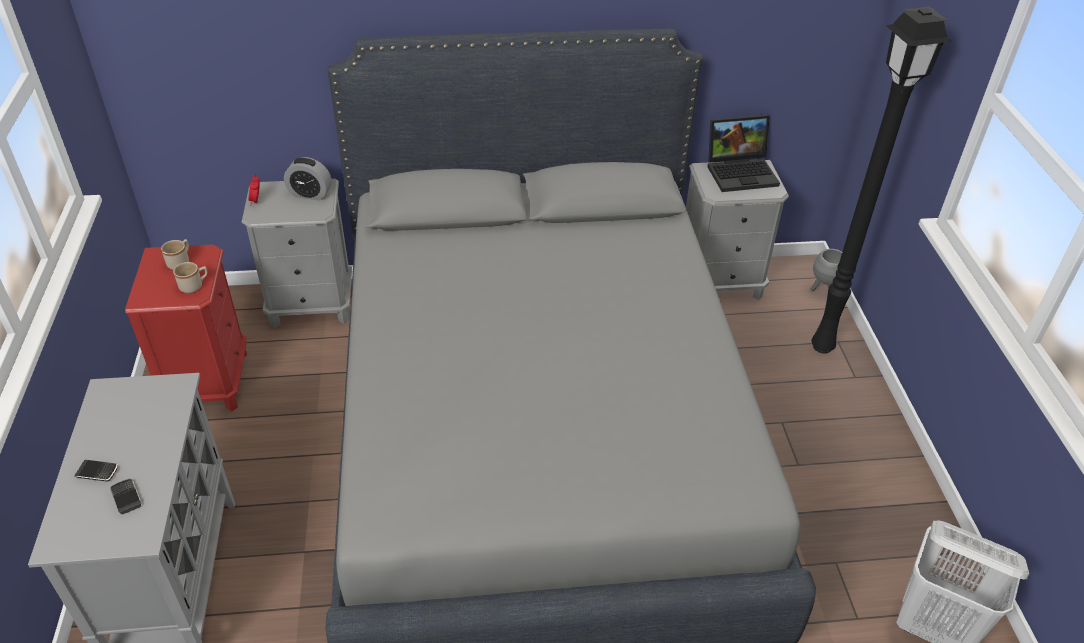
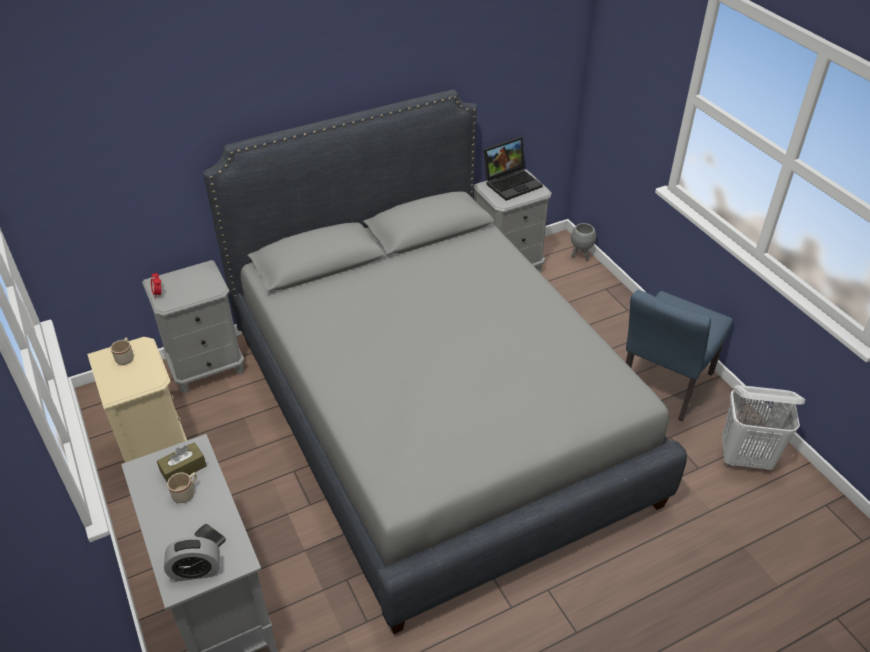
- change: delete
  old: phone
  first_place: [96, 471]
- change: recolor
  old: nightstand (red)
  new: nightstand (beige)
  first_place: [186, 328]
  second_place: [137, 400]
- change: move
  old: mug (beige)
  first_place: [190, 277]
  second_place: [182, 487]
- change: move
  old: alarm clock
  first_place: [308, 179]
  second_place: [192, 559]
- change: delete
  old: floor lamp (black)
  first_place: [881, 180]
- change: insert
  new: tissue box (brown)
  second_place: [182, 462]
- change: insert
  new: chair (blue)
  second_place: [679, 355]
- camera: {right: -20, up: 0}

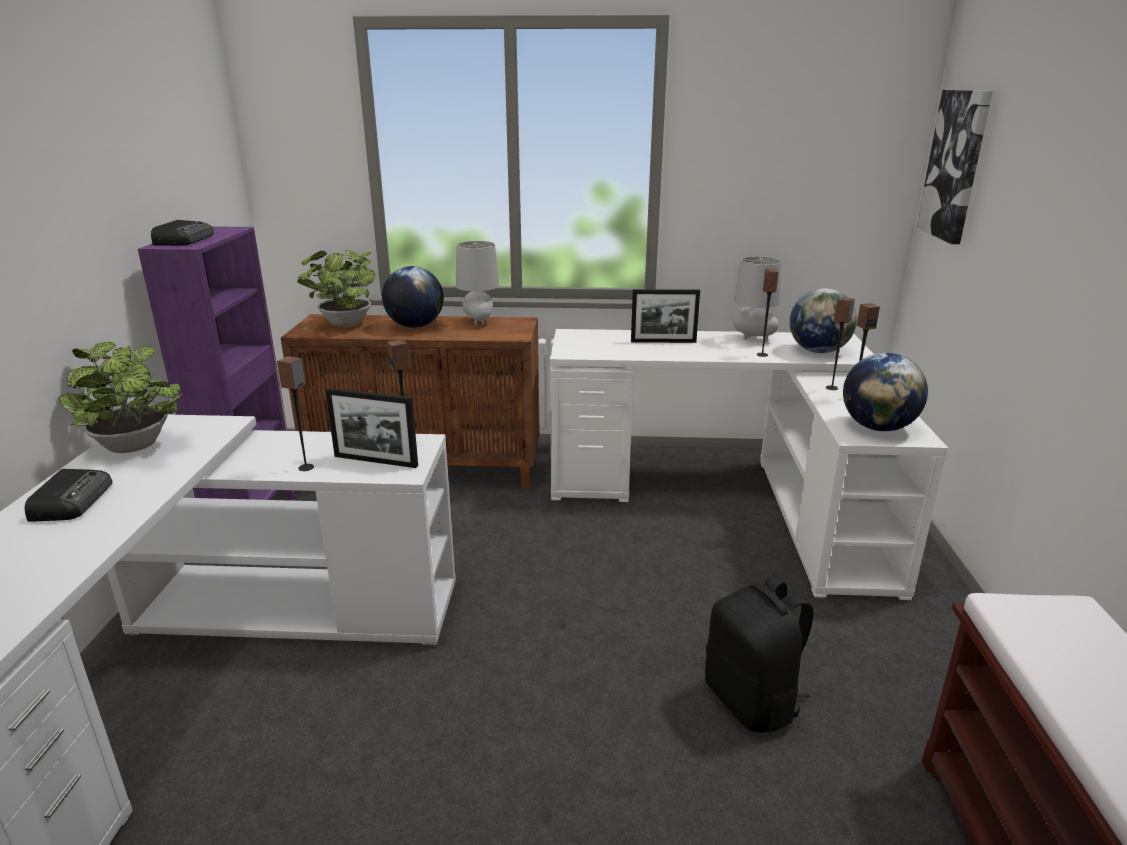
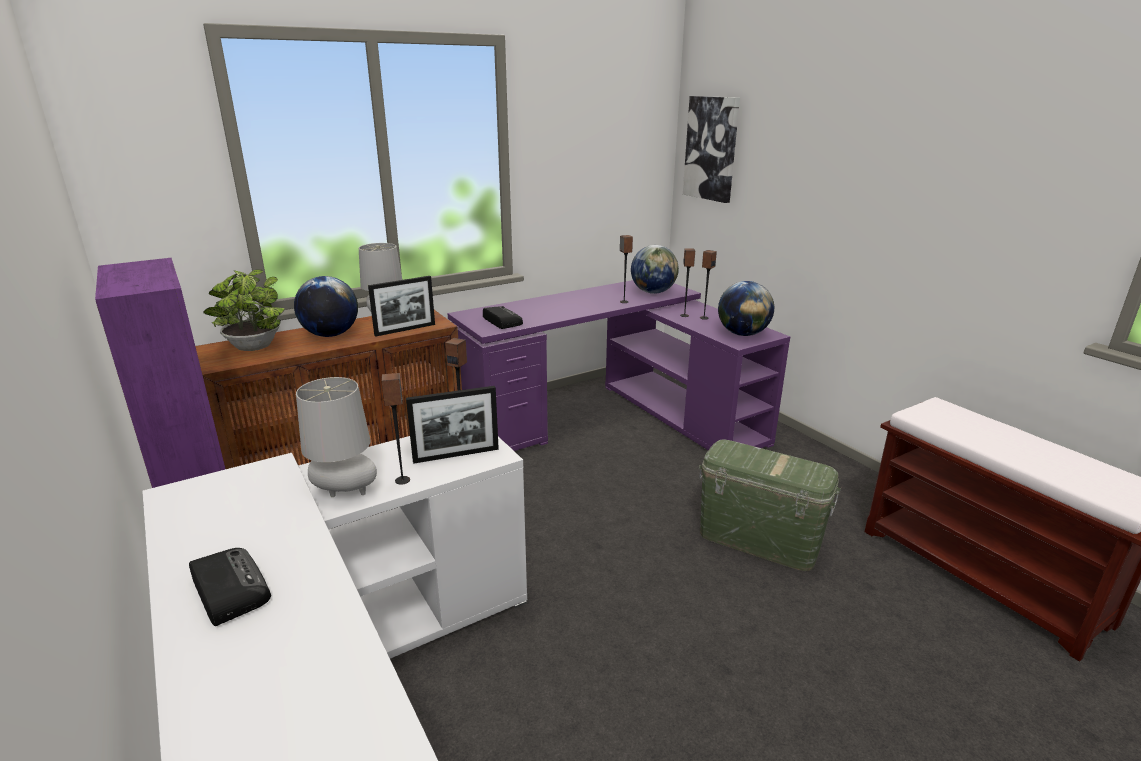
- change: delete
  old: potted plant
  first_place: [121, 397]
- change: move
  old: radio
  first_place: [182, 232]
  second_place: [503, 317]
- change: recolor
  old: desk (white)
  new: desk (purple)
  first_place: [749, 464]
  second_place: [618, 365]
- change: move
  old: picture frame
  first_place: [665, 316]
  second_place: [401, 306]
- change: replace
  old: backpack (black)
  new: storage box (green)
  first_place: [759, 654]
  second_place: [770, 505]
- change: move
  old: table lamp (grey)
  first_place: [757, 299]
  second_place: [336, 437]
- camera: {right: -35, up: 0}

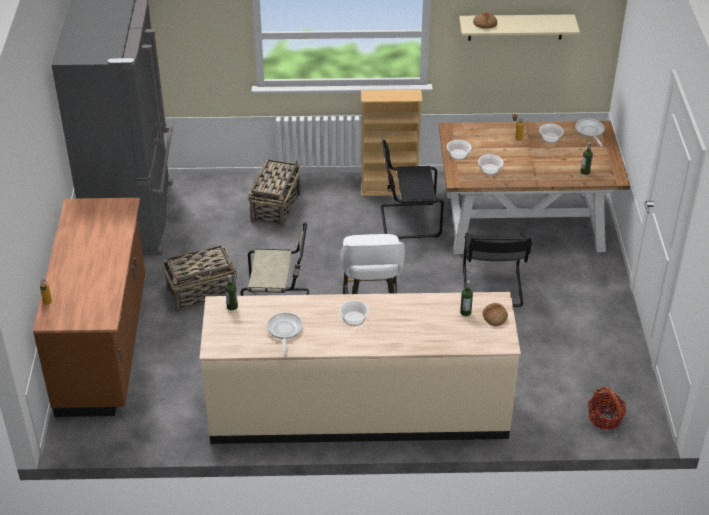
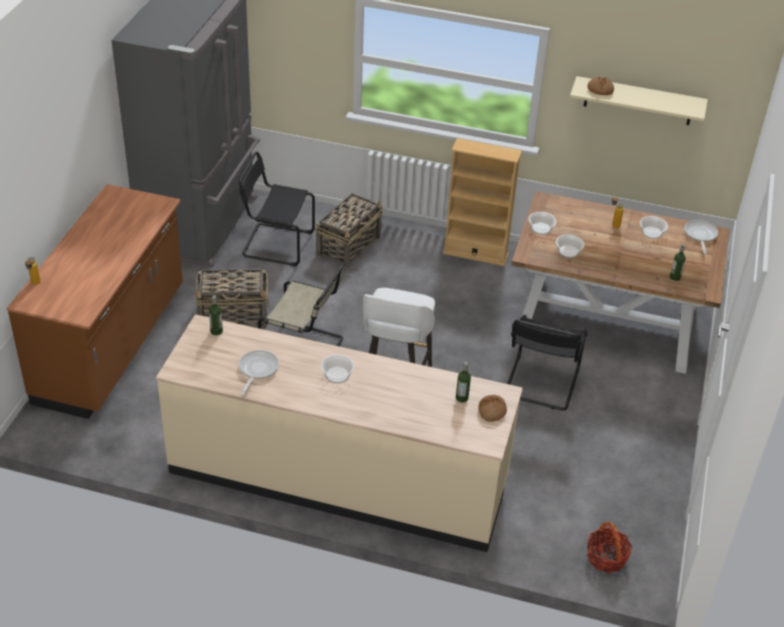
- change: move
  old: chair (black)
  first_place: [412, 189]
  second_place: [277, 209]
- camera: {right: 15, up: 0}

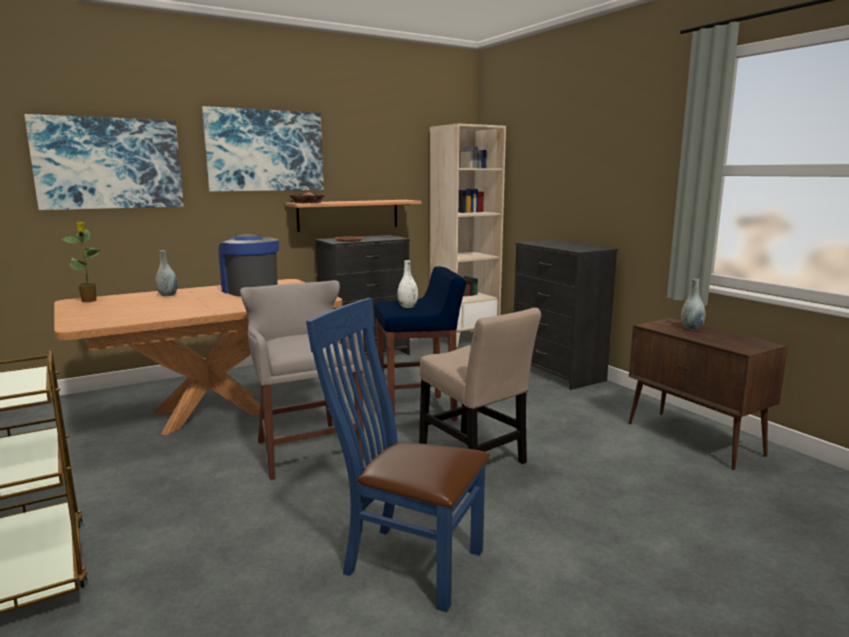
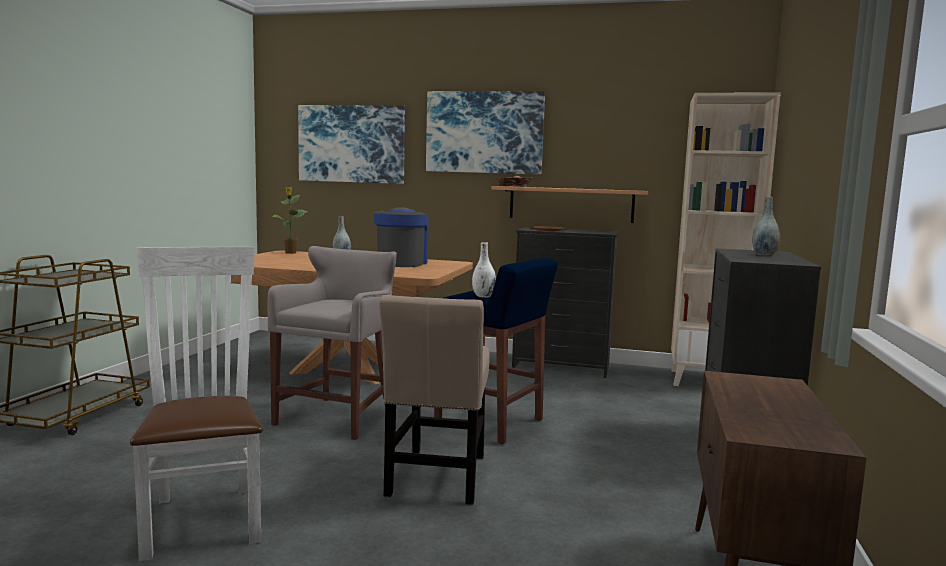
- change: recolor
  old: chair (blue)
  new: chair (white)
  first_place: [398, 455]
  second_place: [196, 404]
- change: move
  old: vase (grey)
  first_place: [693, 304]
  second_place: [766, 226]
- camera: {right: 45, up: -5}

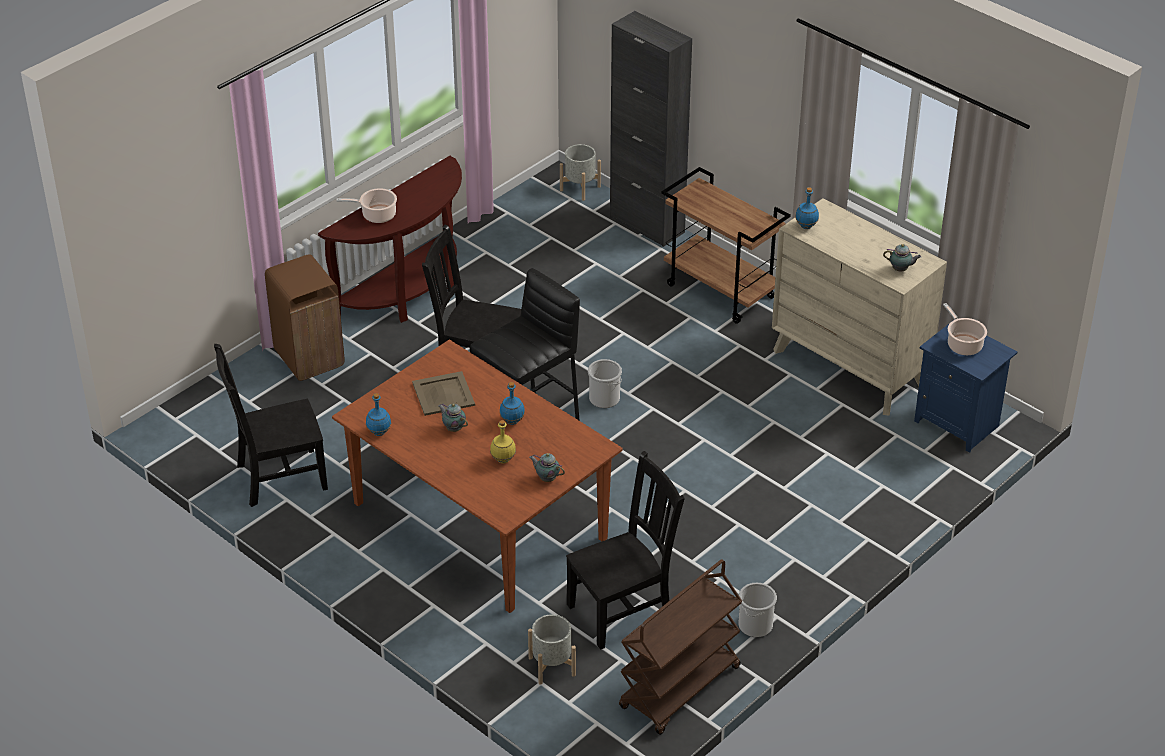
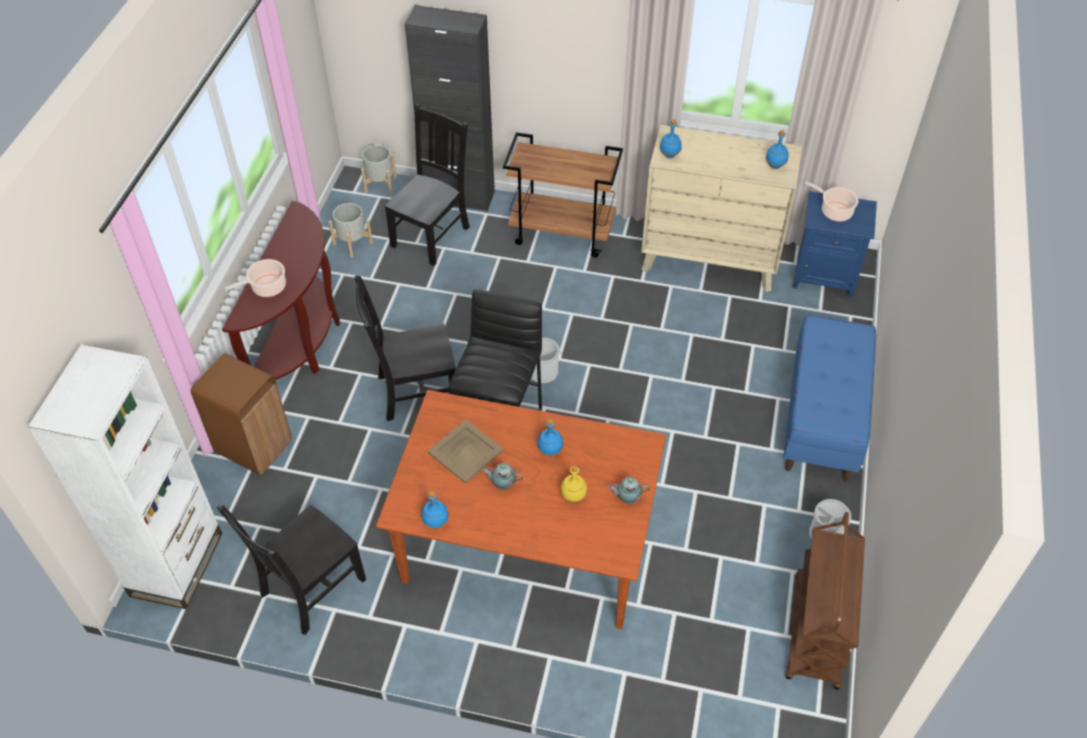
- change: move
  old: planter (grey)
  first_place: [552, 649]
  second_place: [351, 230]
- change: move
  old: chair (black)
  first_place: [625, 550]
  second_place: [427, 185]
- change: replace
  old: teapot
  new: bottle (blue)
  first_place: [902, 257]
  second_place: [777, 149]
- change: insert
  new: bookcase (white)
  second_place: [125, 477]
- change: insert
  new: bench (blue)
  second_place: [829, 398]
- camera: {right: -30, up: 10}

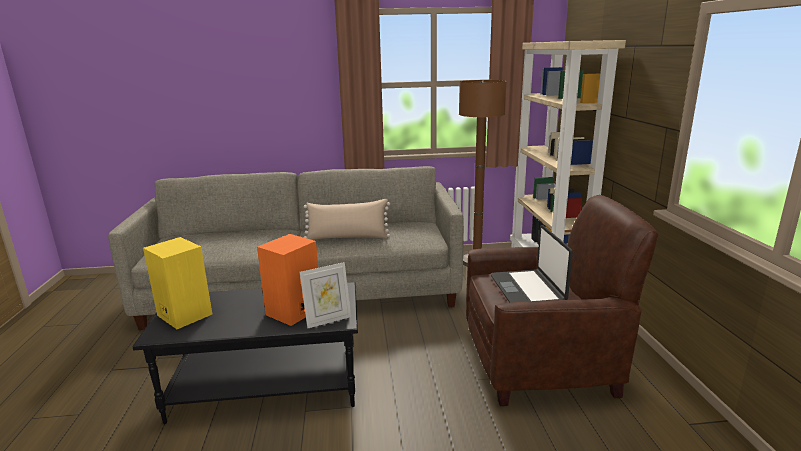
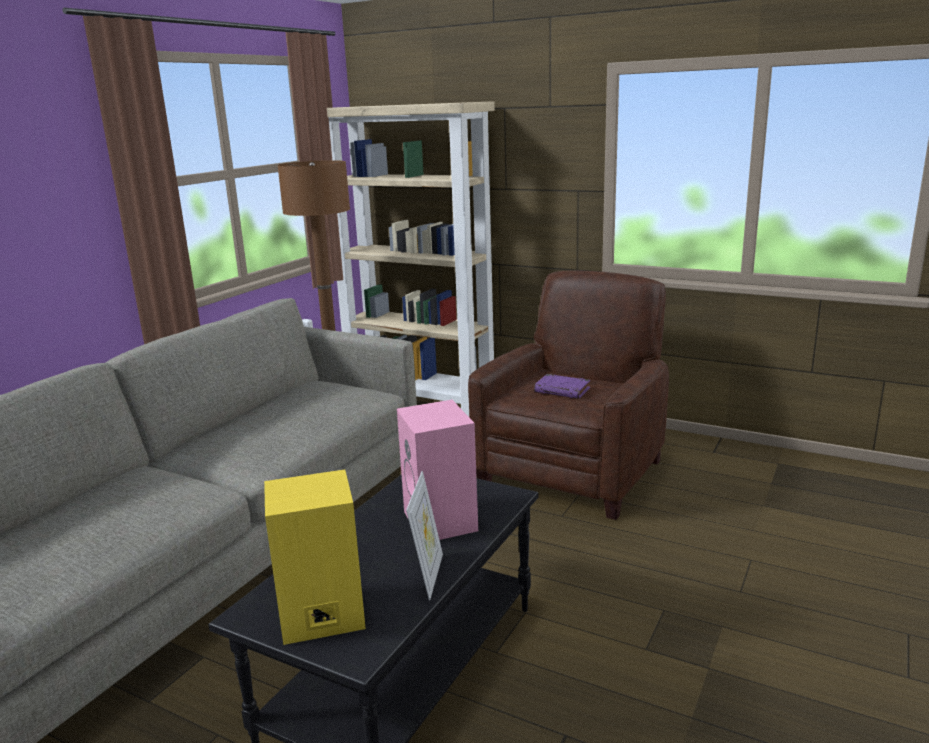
- change: recolor
  old: speaker (orange)
  new: speaker (pink)
  first_place: [287, 280]
  second_place: [437, 470]
- change: move
  old: picture frame
  first_place: [325, 295]
  second_place: [424, 536]
- change: delete
  old: pillow (beige)
  first_place: [347, 219]
- change: replace
  old: laptop
  new: book (purple)
  first_place: [532, 264]
  second_place: [562, 386]
- camera: {right: -55, up: 0}

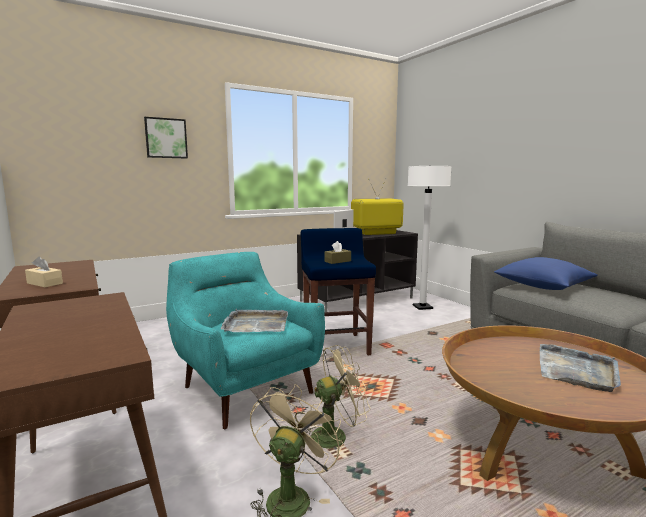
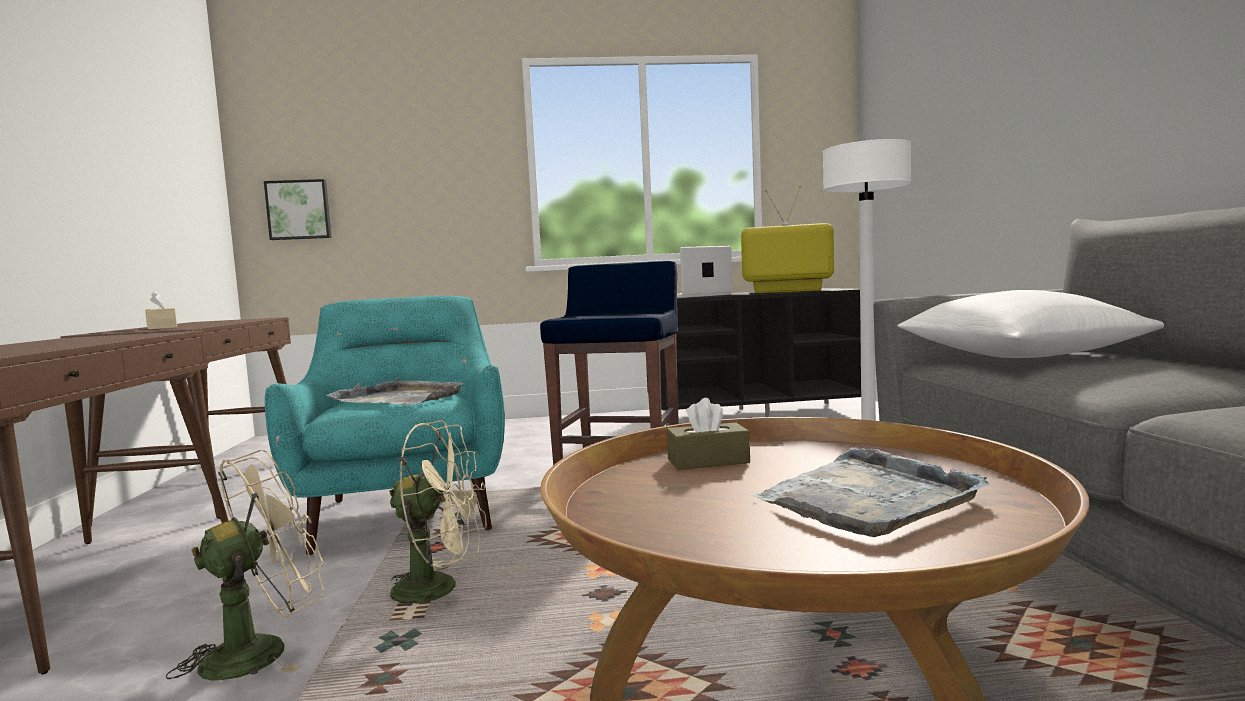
- change: move
  old: picture
  first_place: [166, 137]
  second_place: [298, 209]
- change: move
  old: tissue box (brown)
  first_place: [338, 252]
  second_place: [708, 434]
- change: recolor
  old: pillow (blue)
  new: pillow (white)
  first_place: [546, 273]
  second_place: [1030, 324]
- camera: {right: 25, up: -5}

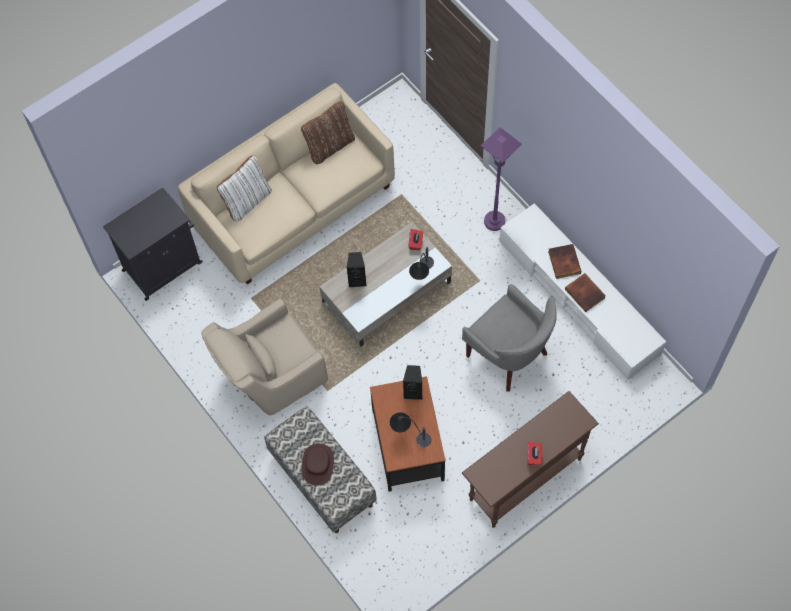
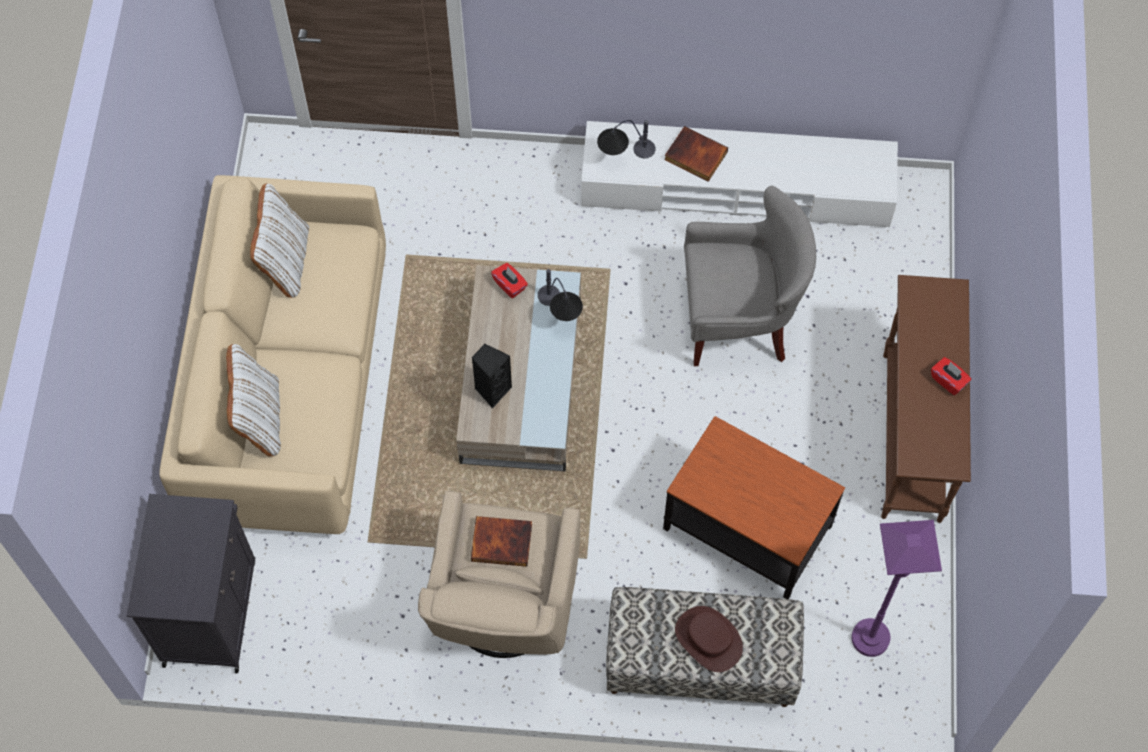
- change: recolor
  old: pillow (brown)
  new: pillow (white)
  first_place: [328, 132]
  second_place: [279, 240]
- change: move
  old: table lamp
  first_place: [410, 429]
  second_place: [626, 139]
- change: delete
  old: speaker (black)
  first_place: [413, 382]
- change: move
  old: floor lamp (purple)
  first_place: [501, 179]
  second_place: [897, 588]
- change: move
  old: book
  first_place: [585, 292]
  second_place: [501, 541]
- camera: {right: -50, up: 0}

